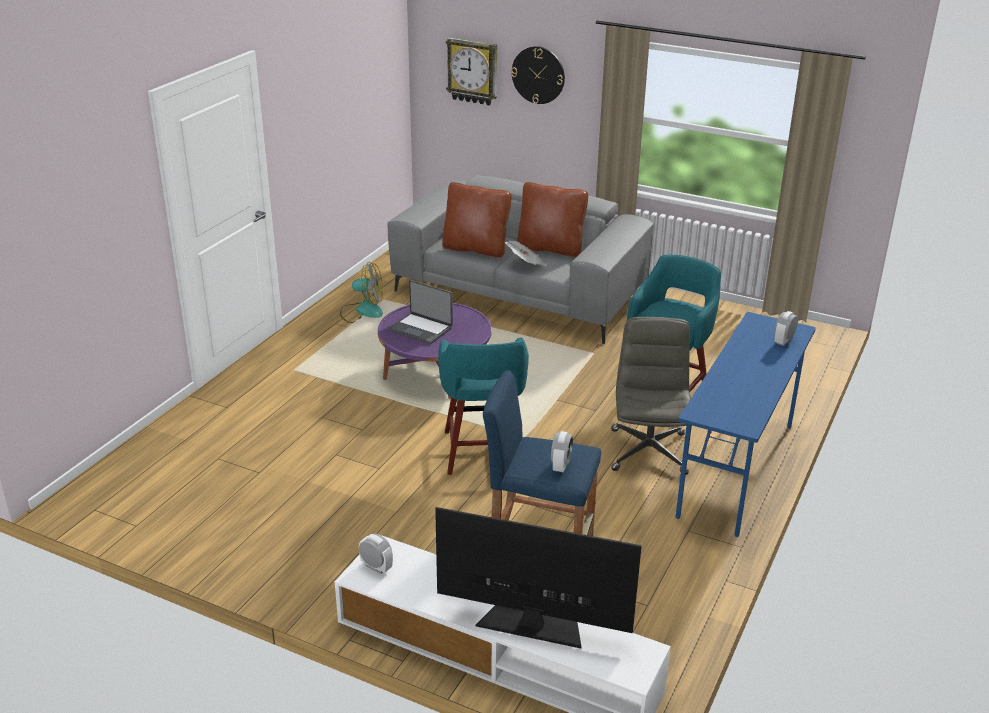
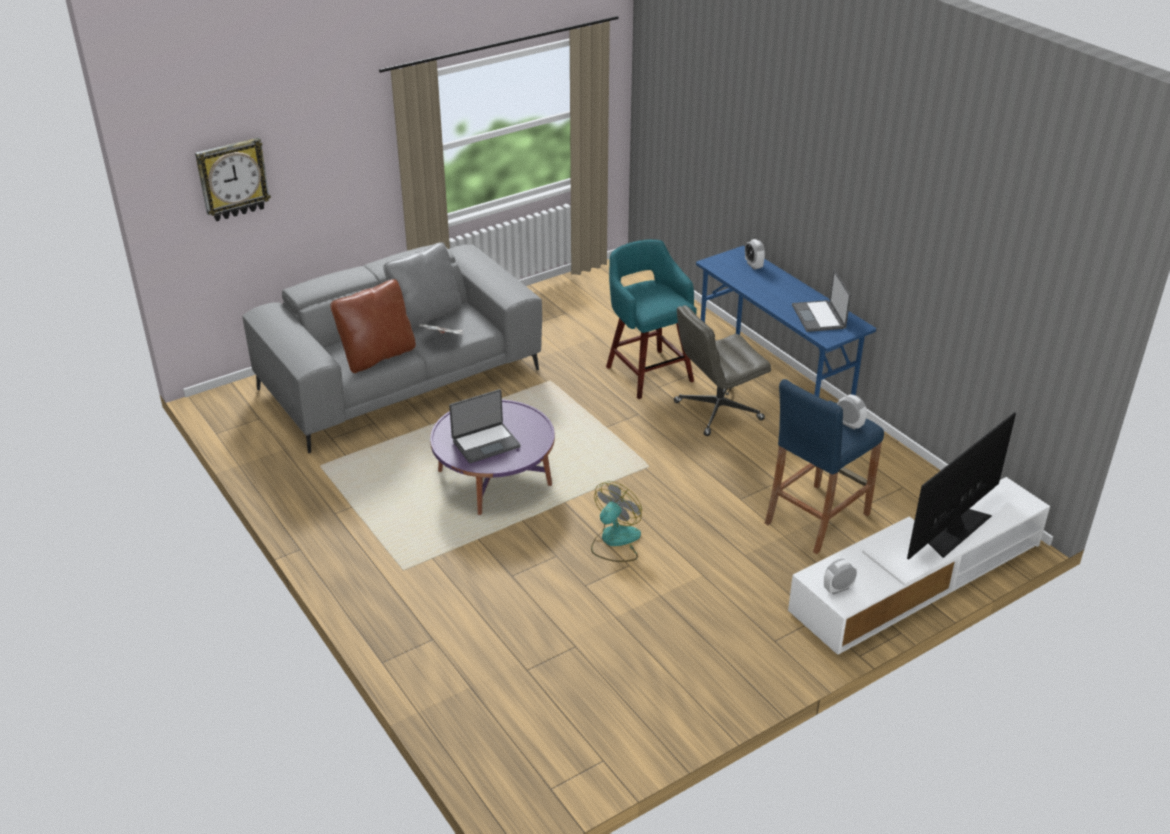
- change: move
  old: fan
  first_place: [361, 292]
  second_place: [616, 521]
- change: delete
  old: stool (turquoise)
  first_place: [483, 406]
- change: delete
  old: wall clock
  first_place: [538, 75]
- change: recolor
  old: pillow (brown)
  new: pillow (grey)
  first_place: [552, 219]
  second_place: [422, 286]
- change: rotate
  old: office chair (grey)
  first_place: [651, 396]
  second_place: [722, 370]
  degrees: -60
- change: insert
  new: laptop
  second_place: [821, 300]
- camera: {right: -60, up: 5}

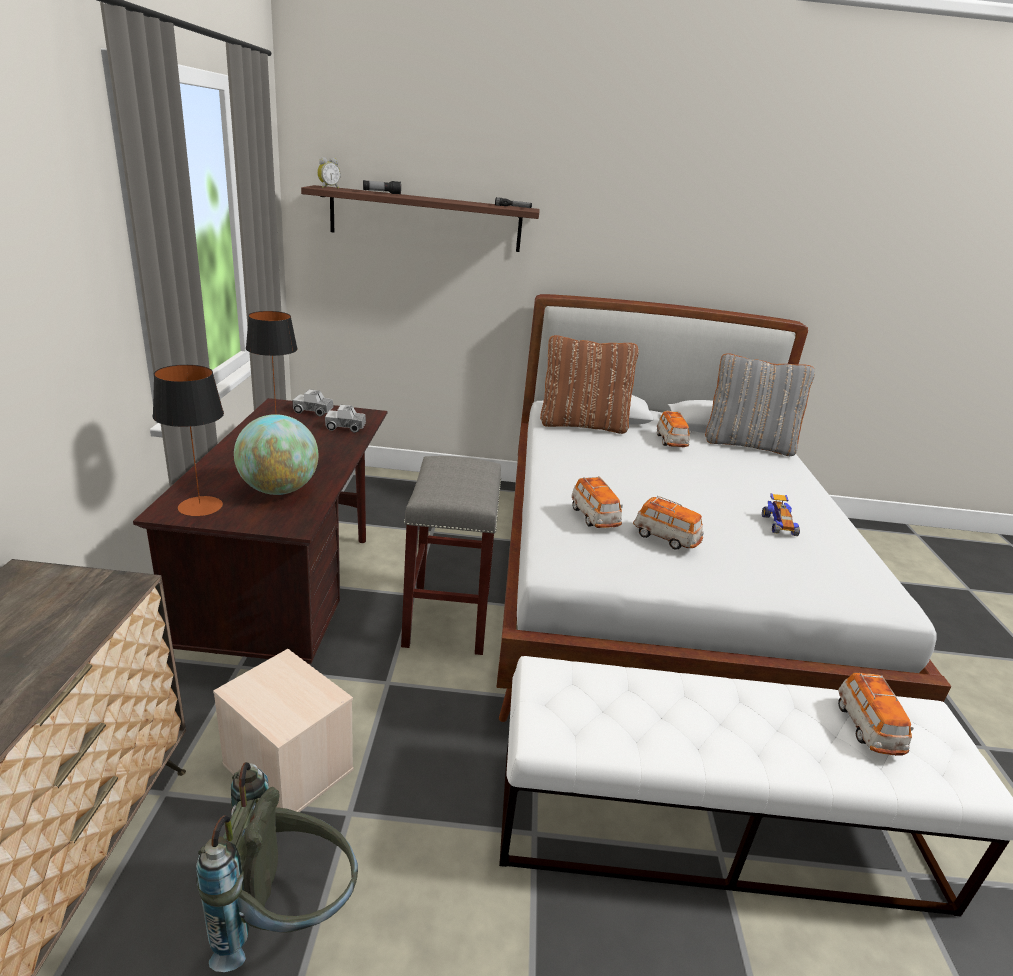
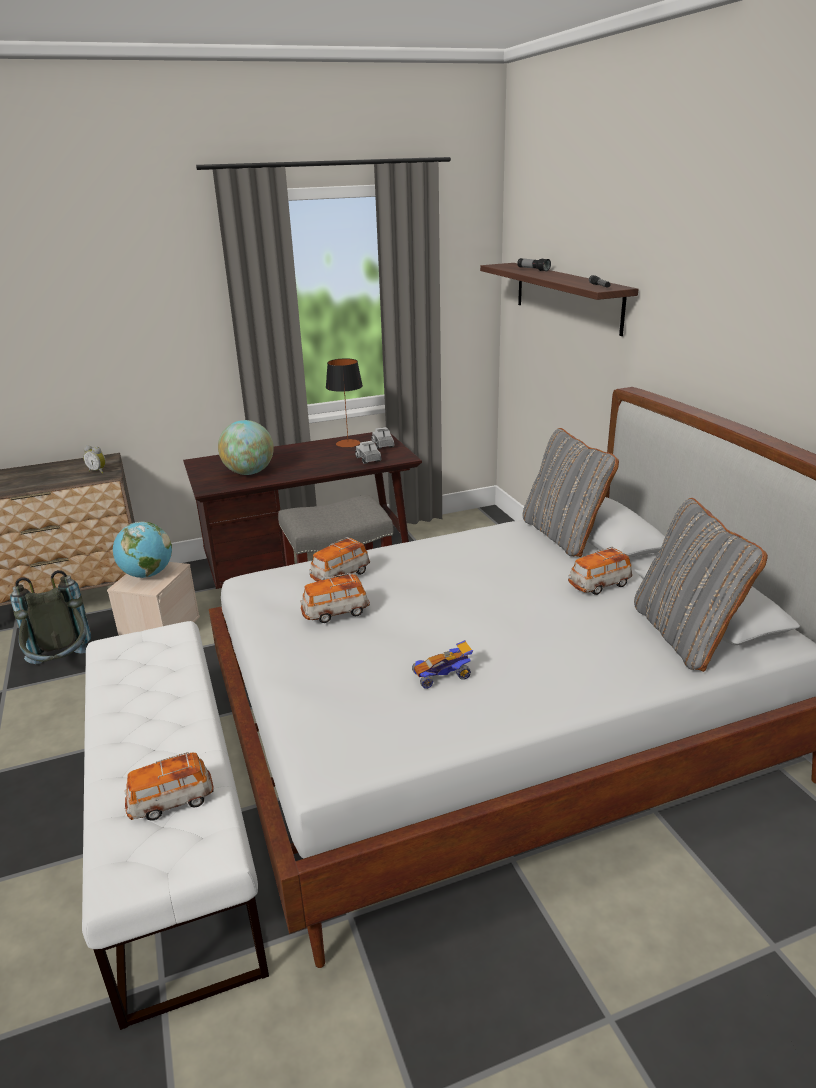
- change: delete
  old: table lamp
  first_place: [188, 440]
- change: move
  old: alarm clock
  first_place: [329, 172]
  second_place: [94, 459]
- change: recolor
  old: pillow (brown)
  new: pillow (grey)
  first_place: [589, 384]
  second_place: [571, 492]
- change: rotate
  old: toy car
  first_place: [668, 523]
  second_place: [335, 598]
  degrees: 60
- change: insert
  new: globe
  second_place: [142, 550]
- camera: {right: 70, up: 0}

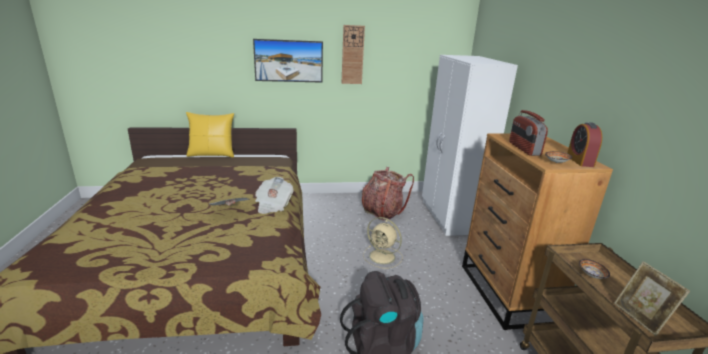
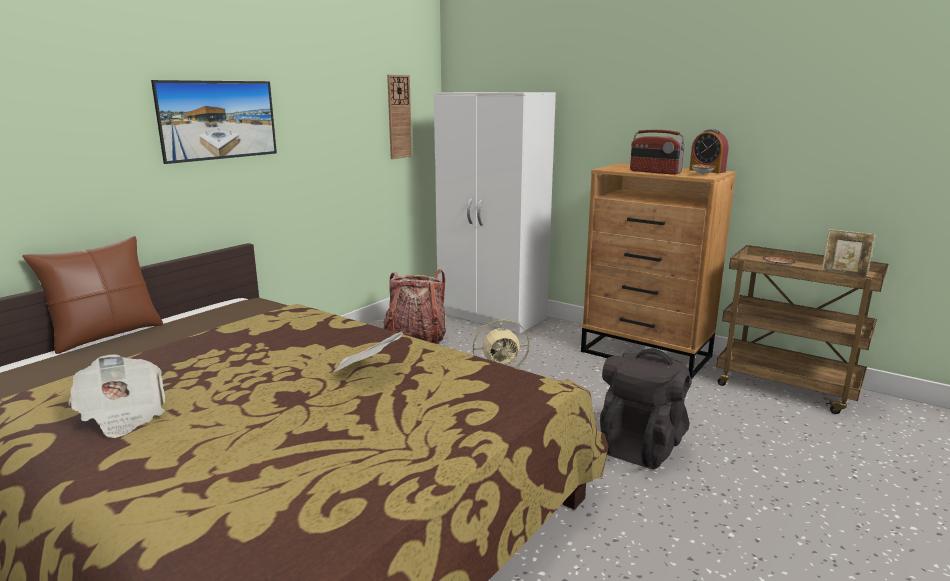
- change: recolor
  old: pillow (yellow)
  new: pillow (brown)
  first_place: [210, 134]
  second_place: [92, 295]
- change: move
  old: newspaper
  first_place: [274, 195]
  second_place: [117, 396]
- change: move
  old: wall clock
  first_place: [353, 54]
  second_place: [399, 117]
- camera: {right: -45, up: -5}

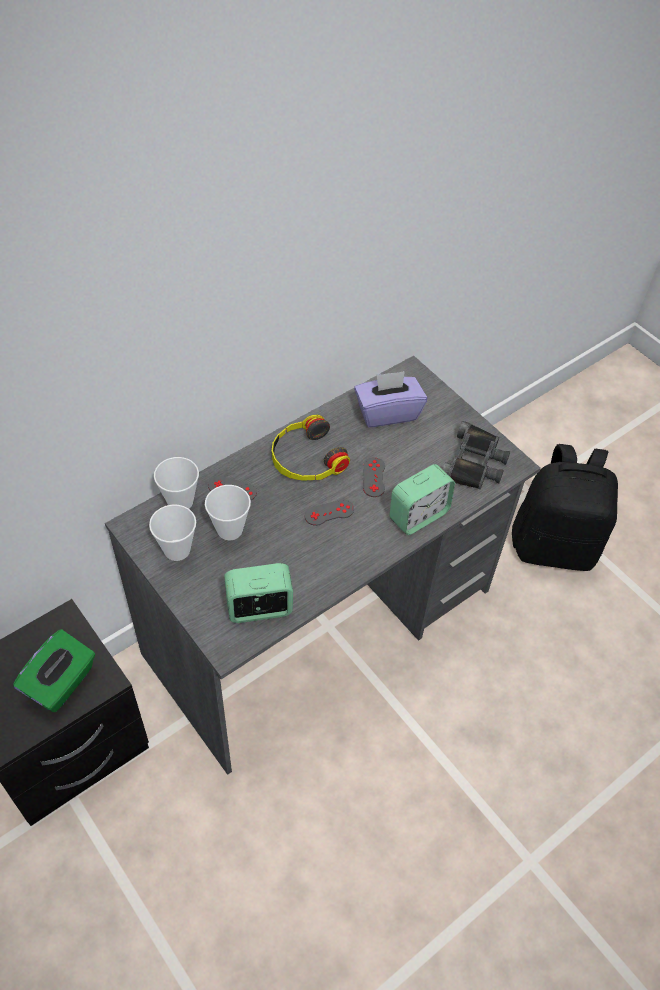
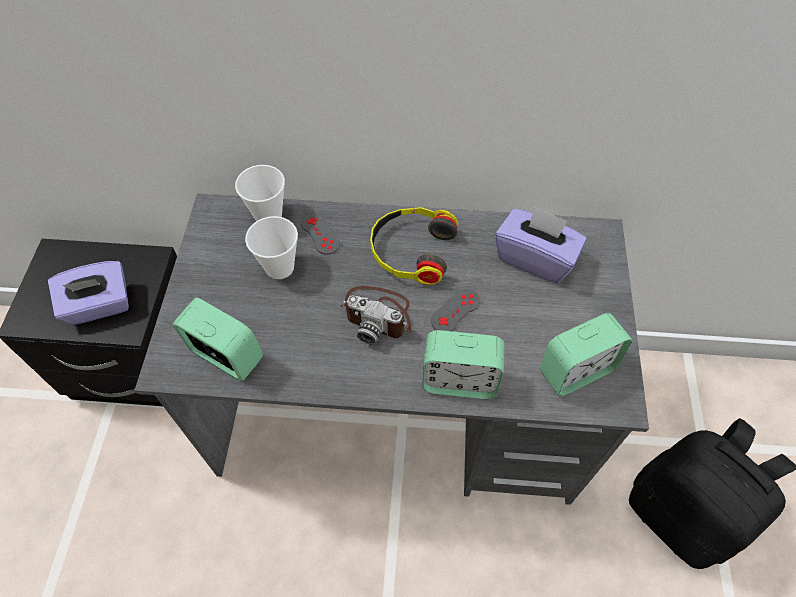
- change: recolor
  old: tissue box (green)
  new: tissue box (purple)
  first_place: [54, 670]
  second_place: [88, 293]
- change: delete
  old: cup
  first_place: [172, 532]
- change: replace
  old: game controller (grey)
  new: photo camera
  first_place: [329, 512]
  second_place: [375, 315]
- change: replace
  old: binoculars (black)
  new: alarm clock
  first_place: [476, 455]
  second_place: [586, 354]
- camera: {right: 45, up: 5}

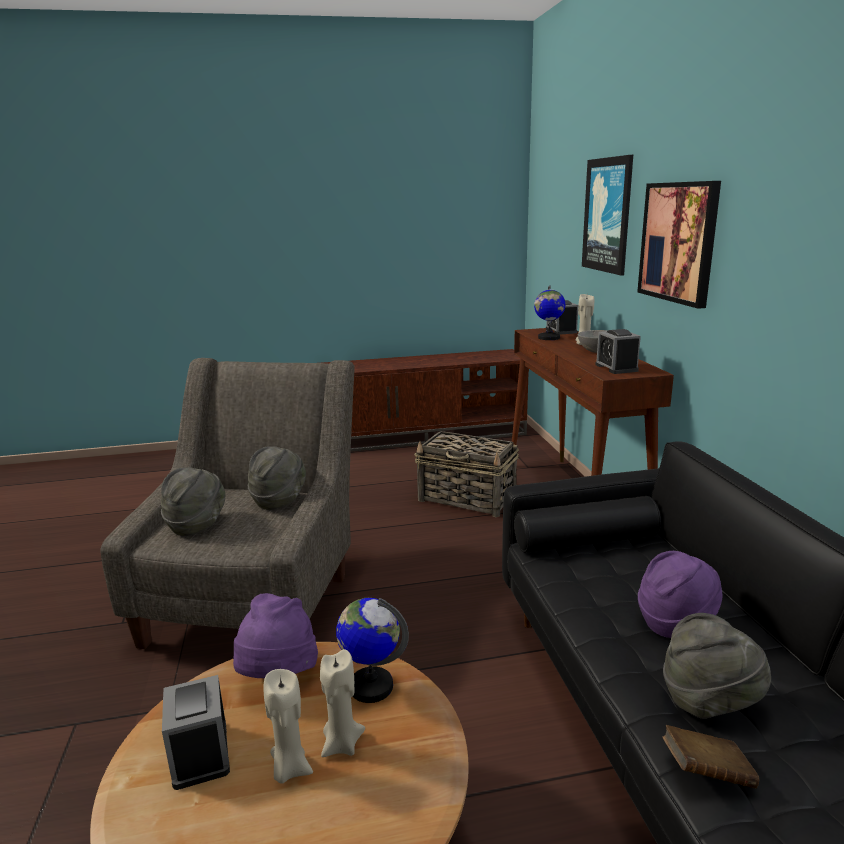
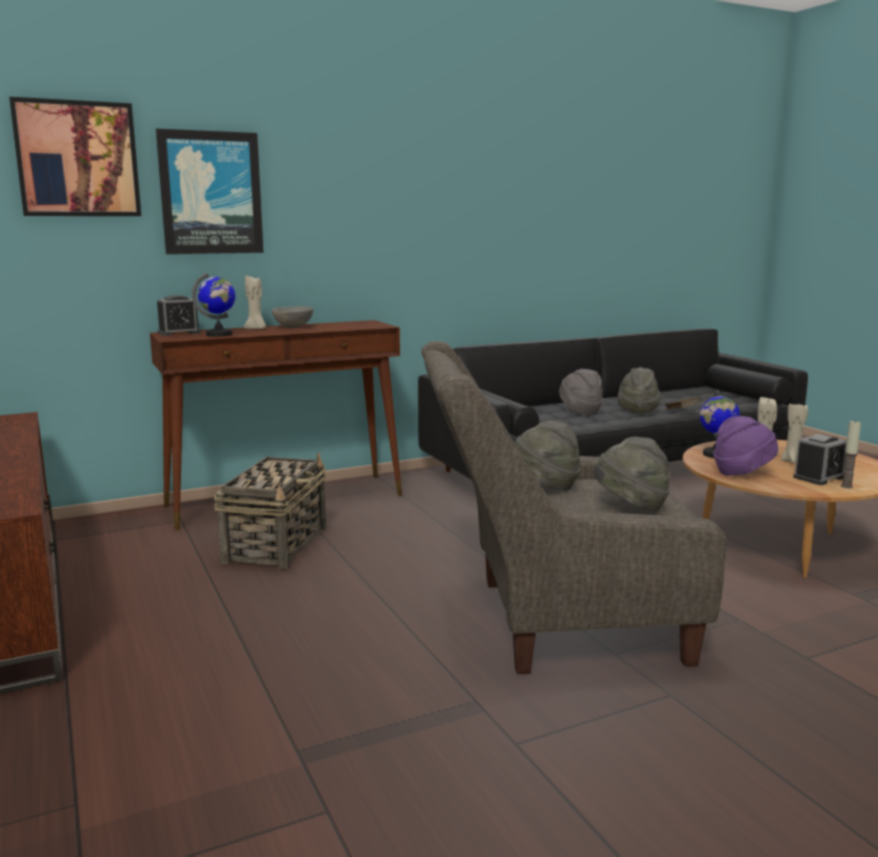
- change: delete
  old: alarm clock
  first_place: [618, 351]
- change: move
  old: picture
  first_place: [679, 245]
  second_place: [75, 156]
- change: recolor
  old: hat (purple)
  new: hat (grey)
  first_place: [680, 594]
  second_place: [581, 392]
- change: insert
  new: candle
  second_place: [851, 454]
- camera: {right: -105, up: -5}

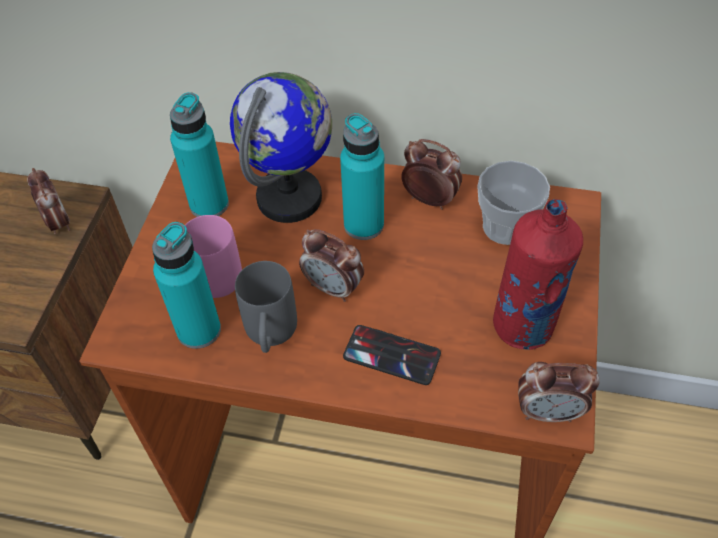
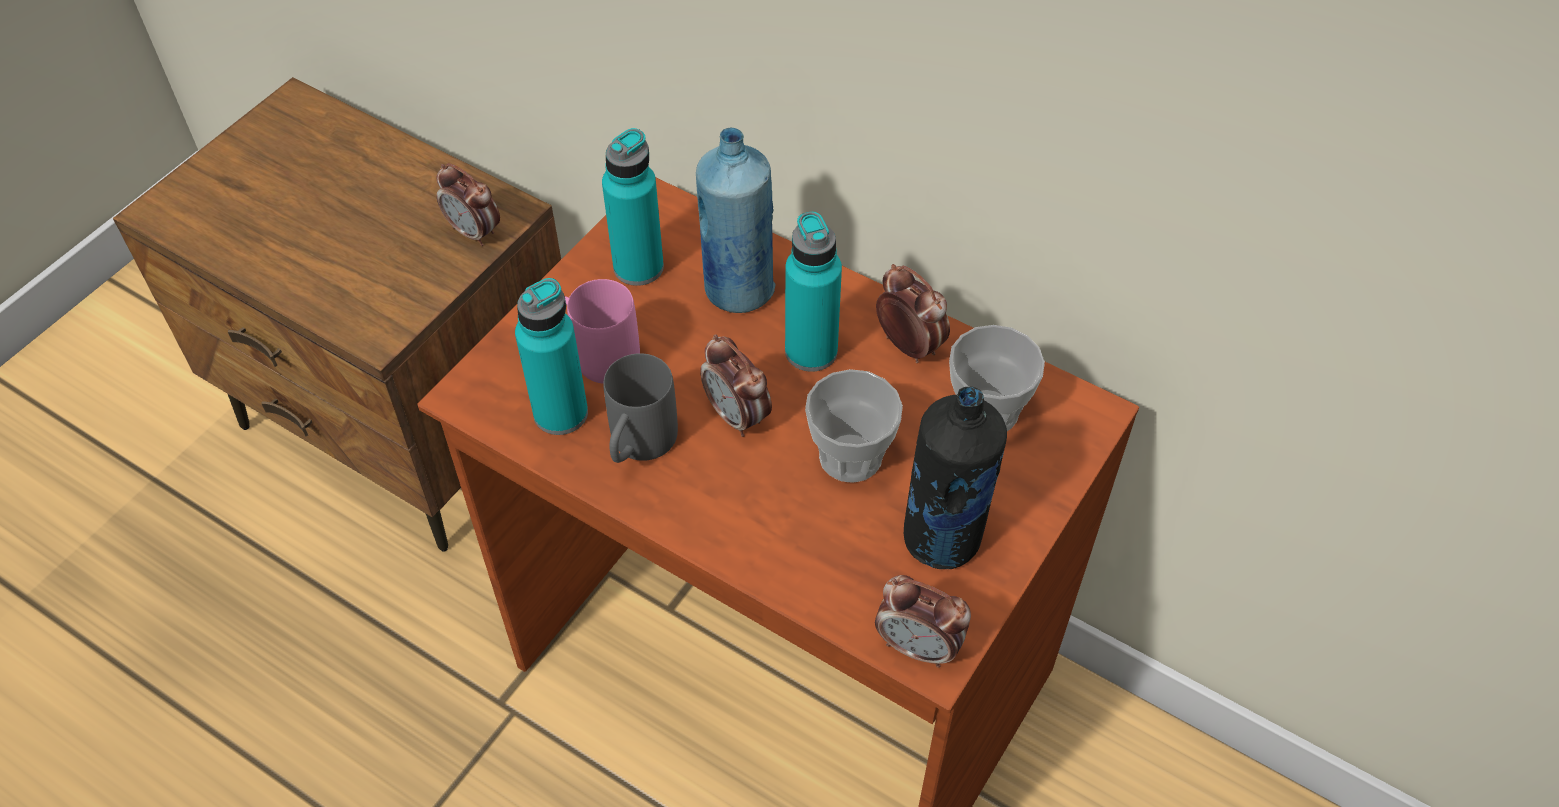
- change: rotate
  old: alarm clock
  first_place: [48, 201]
  second_place: [468, 204]
  degrees: 135
- change: replace
  old: globe
  new: bottle (blue)
  first_place: [281, 147]
  second_place: [736, 220]
- change: delete
  old: phone
  first_place: [392, 355]
- change: recolor
  old: bottle (red)
  new: bottle (black)
  first_place: [538, 274]
  second_place: [955, 478]
- change: insert
  new: cup
  second_place: [854, 426]
- camera: {right: 20, up: 0}

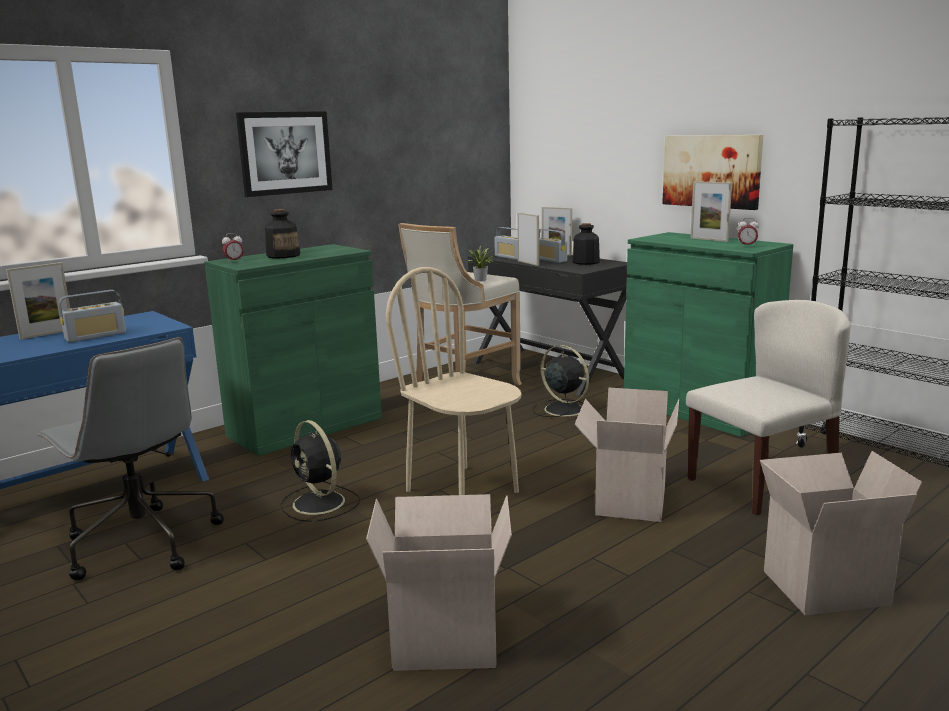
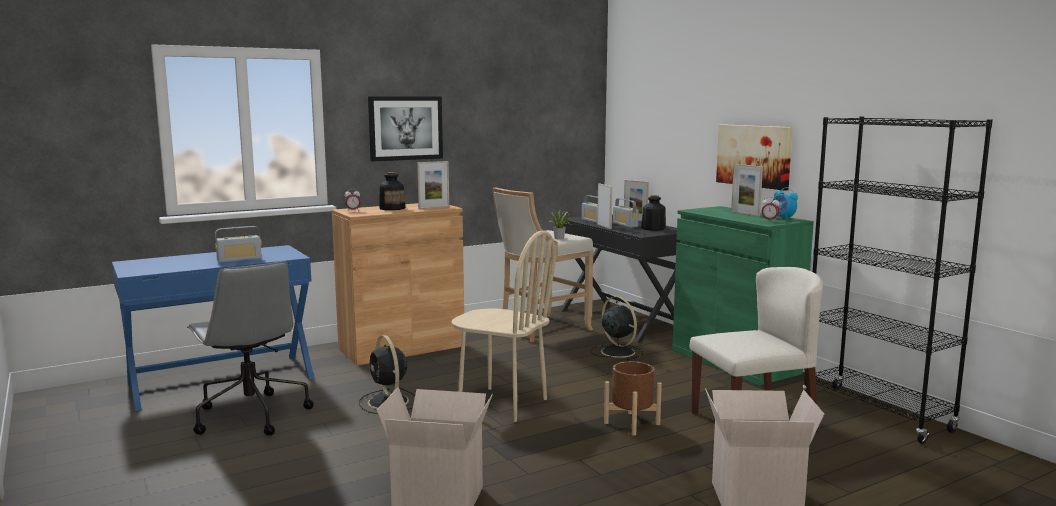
- change: move
  old: picture frame
  first_place: [38, 301]
  second_place: [433, 185]
- change: recolor
  old: cabinet (green)
  new: cabinet (brown)
  first_place: [293, 350]
  second_place: [398, 284]
- change: rotate
  old: chair (beige)
  first_place: [454, 381]
  second_place: [503, 326]
  degrees: 150
- change: replace
  old: cardboard box
  new: planter (brown)
  first_place: [626, 454]
  second_place: [633, 398]
- change: insert
  new: alarm clock
  second_place: [785, 203]
- camera: {right: 10, up: -5}

